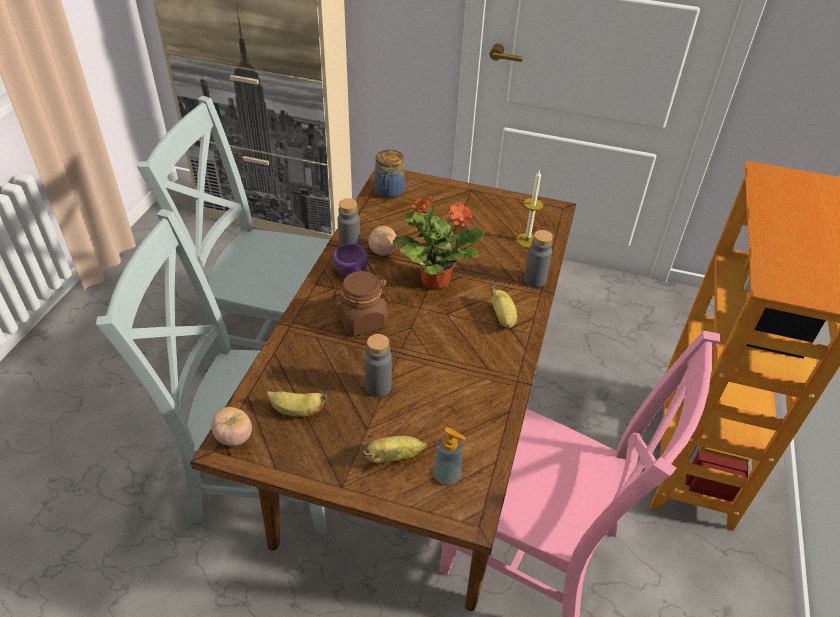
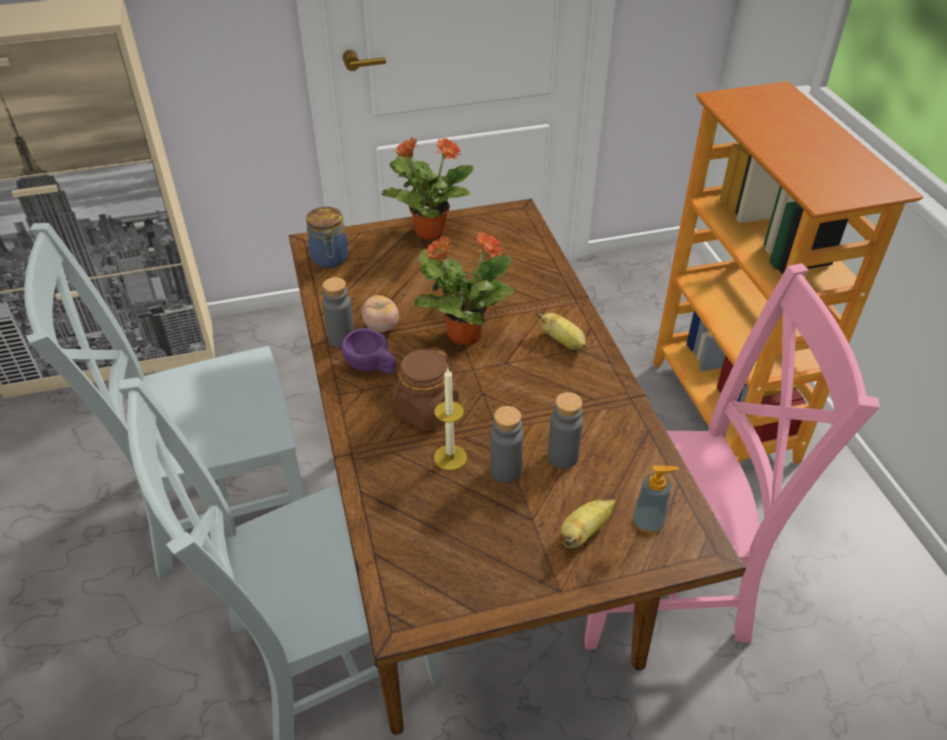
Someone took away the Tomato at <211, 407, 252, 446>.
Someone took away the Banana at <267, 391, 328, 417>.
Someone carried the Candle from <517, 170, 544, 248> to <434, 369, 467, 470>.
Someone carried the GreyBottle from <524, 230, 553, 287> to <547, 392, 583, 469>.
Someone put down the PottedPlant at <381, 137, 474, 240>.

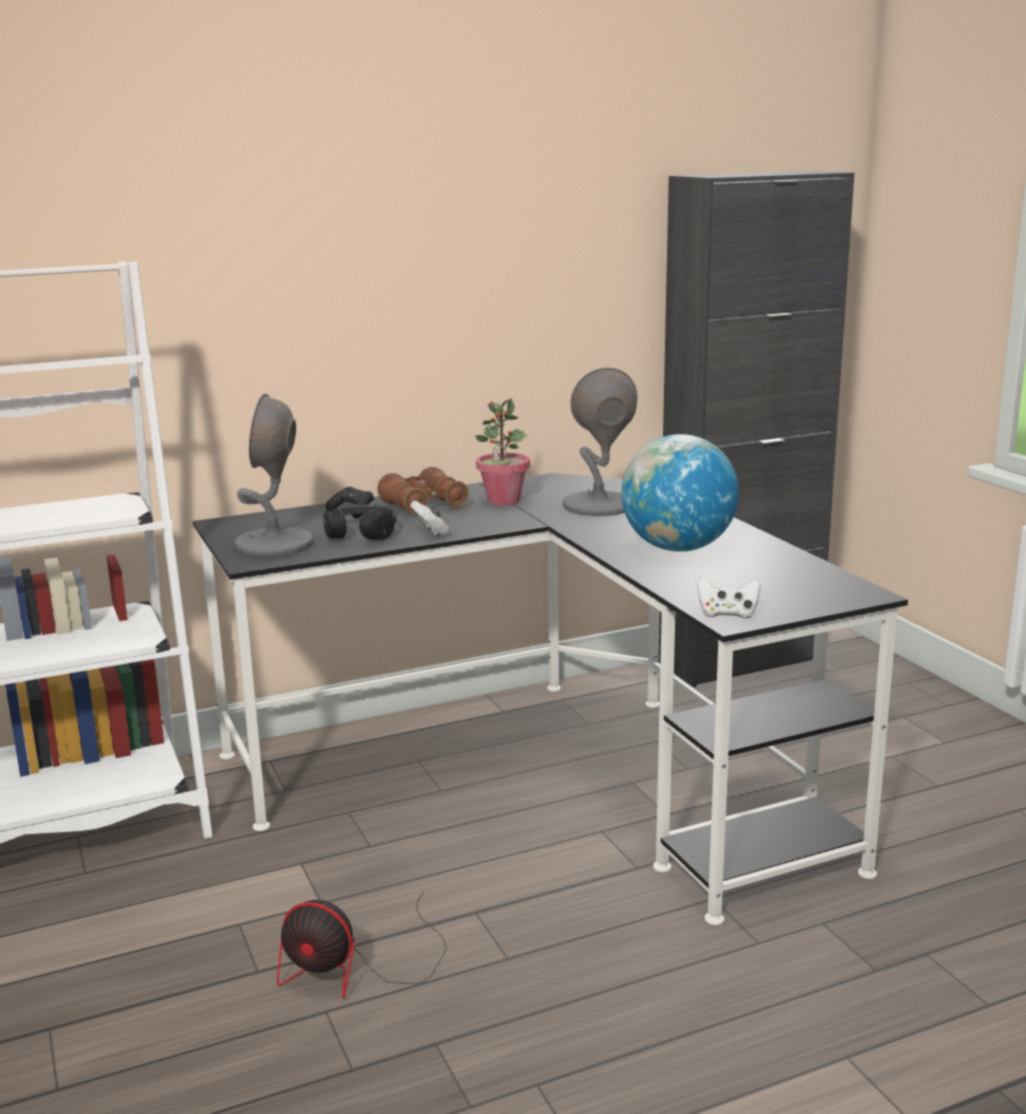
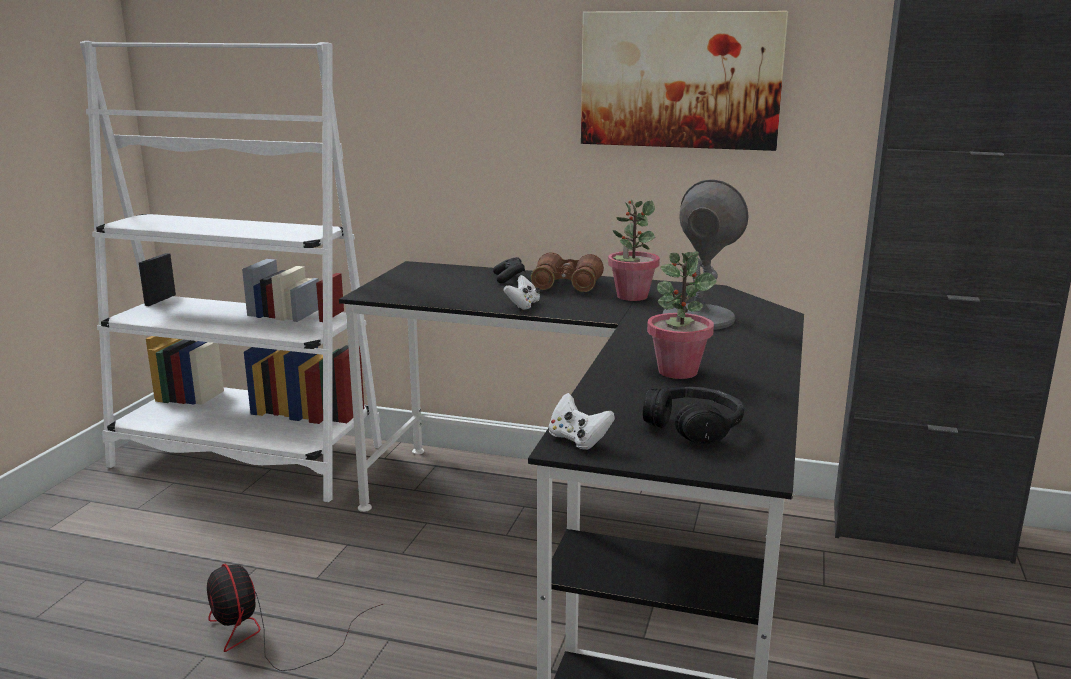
Someone took away the GreyTableLamp at <234, 394, 314, 557>.
Someone carried the BlackHeadphones from <323, 505, 397, 540> to <643, 387, 744, 446>.
Someone swapped the Globe at <621, 434, 739, 552> for the PottedPlant at <647, 251, 717, 379>.
Someone put up the Picture at <581, 11, 788, 151>.

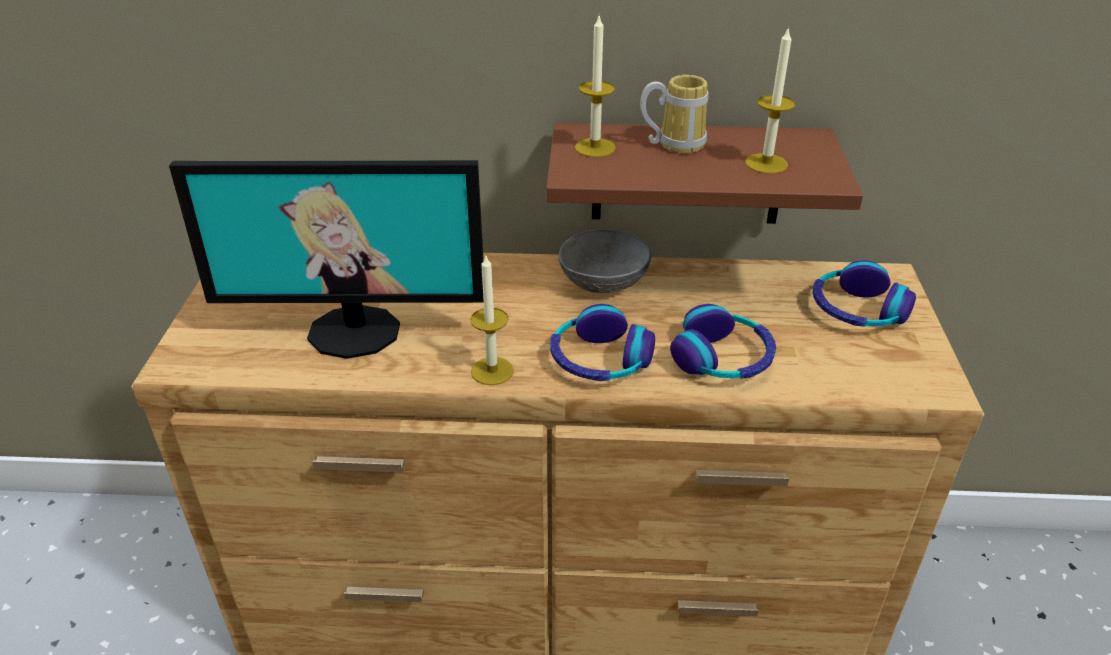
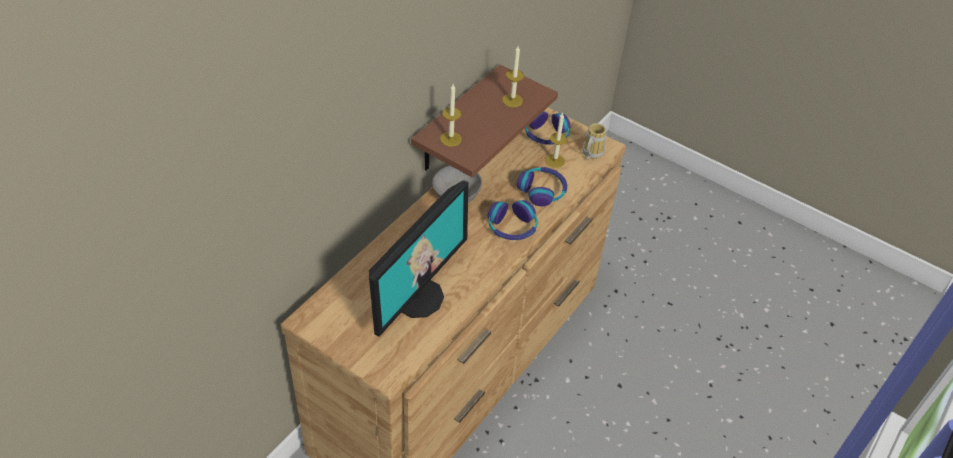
Someone carried the Candle from <470, 256, 514, 385> to <545, 112, 567, 168>.
Someone carried the Mug from <640, 75, 708, 153> to <582, 123, 606, 160>.

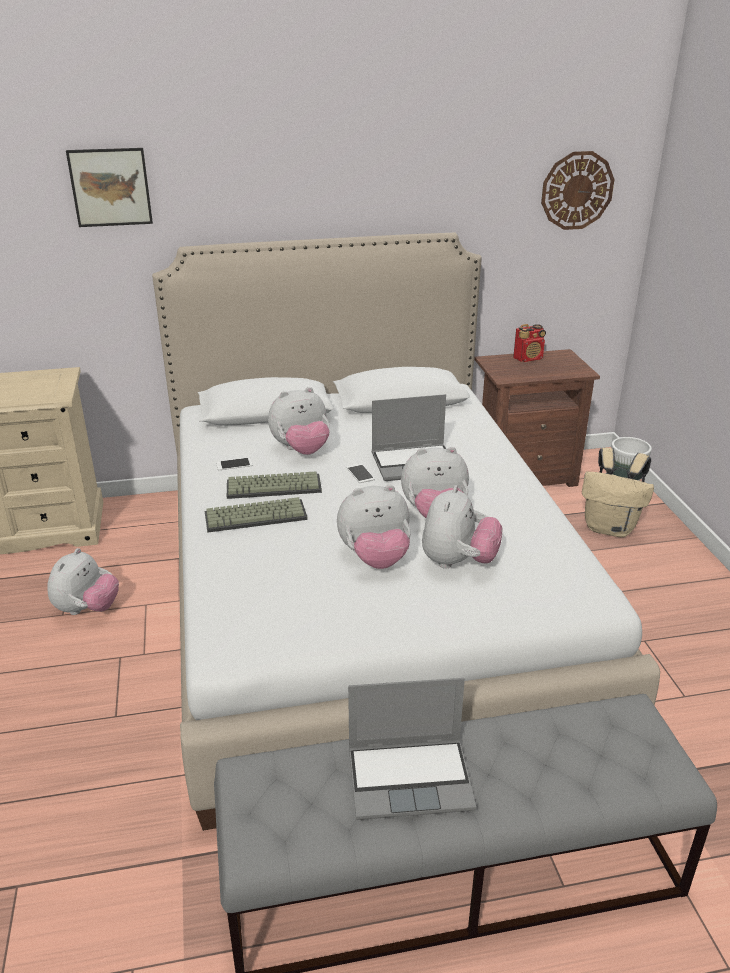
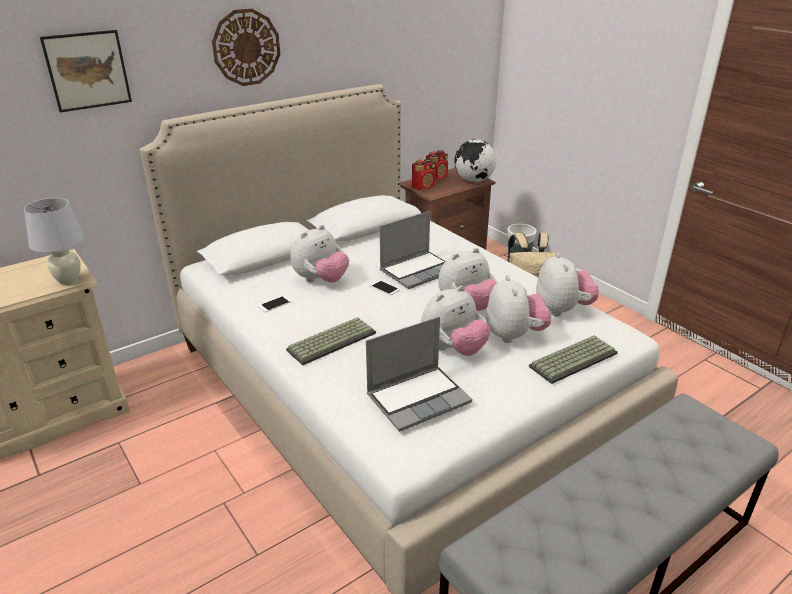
Someone carried the PlushToy from <47, 548, 119, 615> to <536, 252, 599, 317>.
Someone carried the Keyboard from <227, 471, 322, 499> to <529, 335, 618, 384>.
Someone carried the Laptop from <348, 678, 476, 820> to <366, 317, 472, 432>.
Someone carried the WallClock from <541, 151, 615, 230> to <212, 9, 280, 86>.
Someone put down the WhiteTableLamp at <24, 198, 84, 286>.
Someone put down the Radio at <412, 159, 436, 190>.
Someone put down the Globe at <454, 139, 496, 182>.

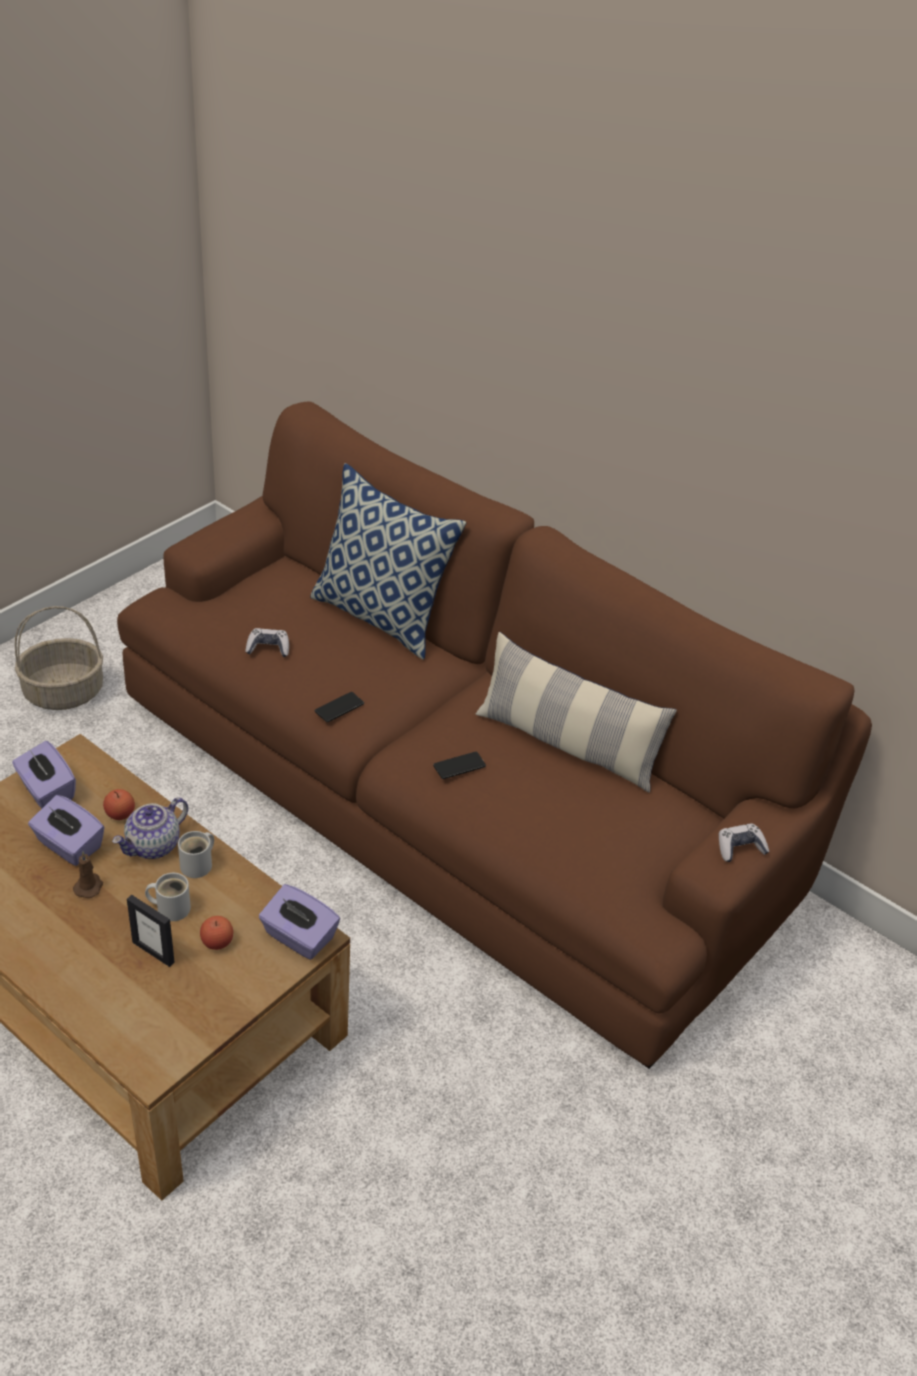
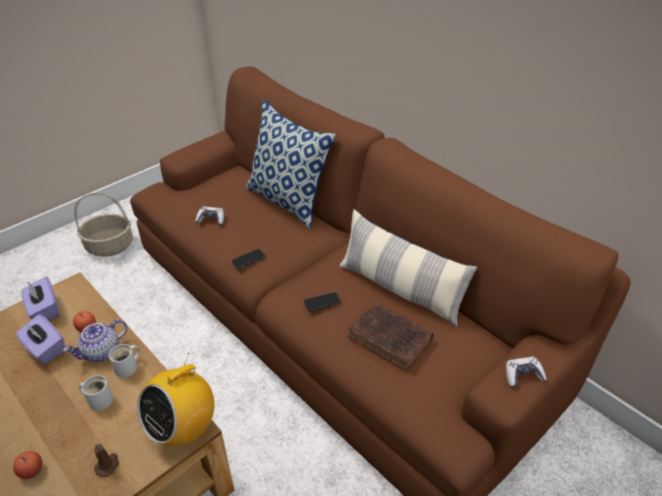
Someone carried the BrownCandle from <73, 852, 103, 898> to <94, 443, 119, 477>.
Someone took away the PictureFrame at <127, 895, 175, 967>.
Someone carried the Apple from <200, 916, 233, 950> to <13, 451, 42, 479>.
Someone swapped the PurpleTissueBox at <259, 884, 340, 960> for the Radio at <137, 353, 214, 446>.
Someone put down the BrownBook at <348, 302, 433, 371>.

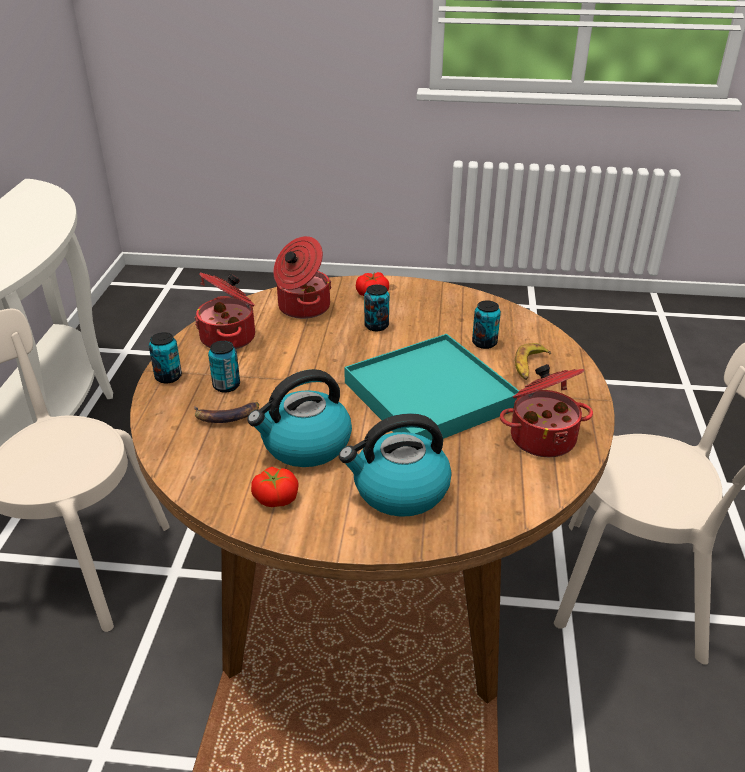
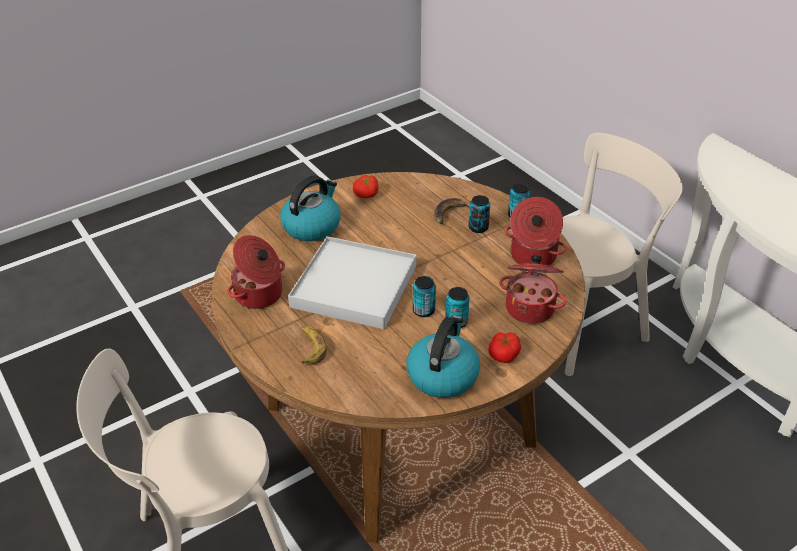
Someone carried the Kettle from <247, 369, 352, 467> to <406, 315, 480, 398>.
Someone repainted the TurquoiseTray at <344, 334, 519, 441>, which became the WhiteTray at <288, 236, 416, 329>.
Someone carried the Can from <472, 300, 501, 349> to <413, 276, 436, 317>.

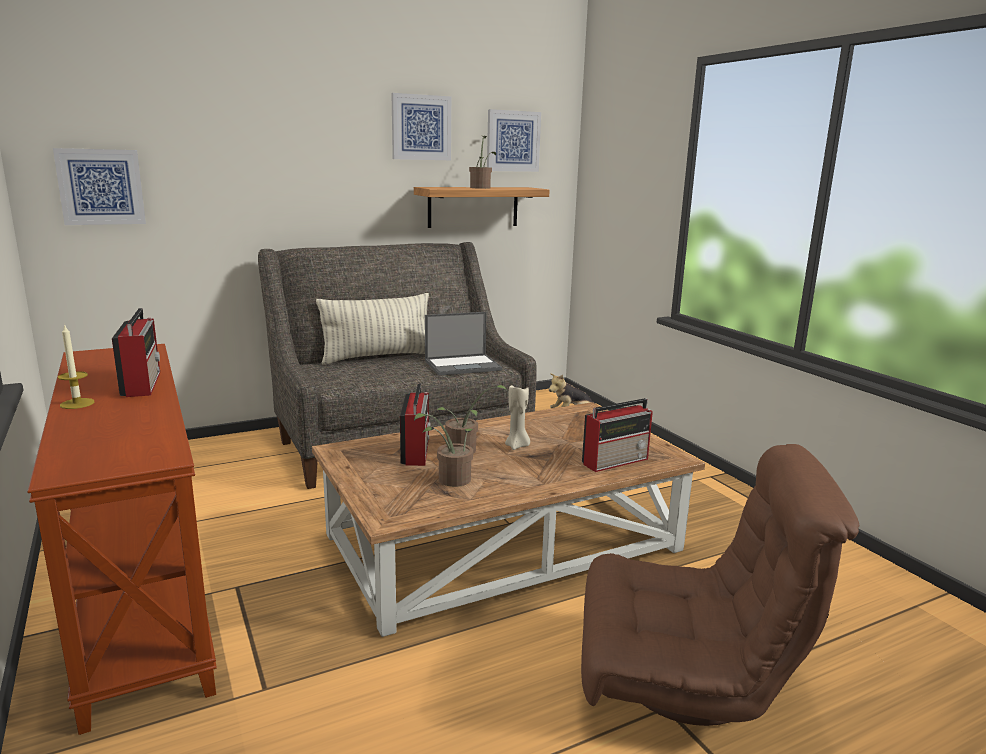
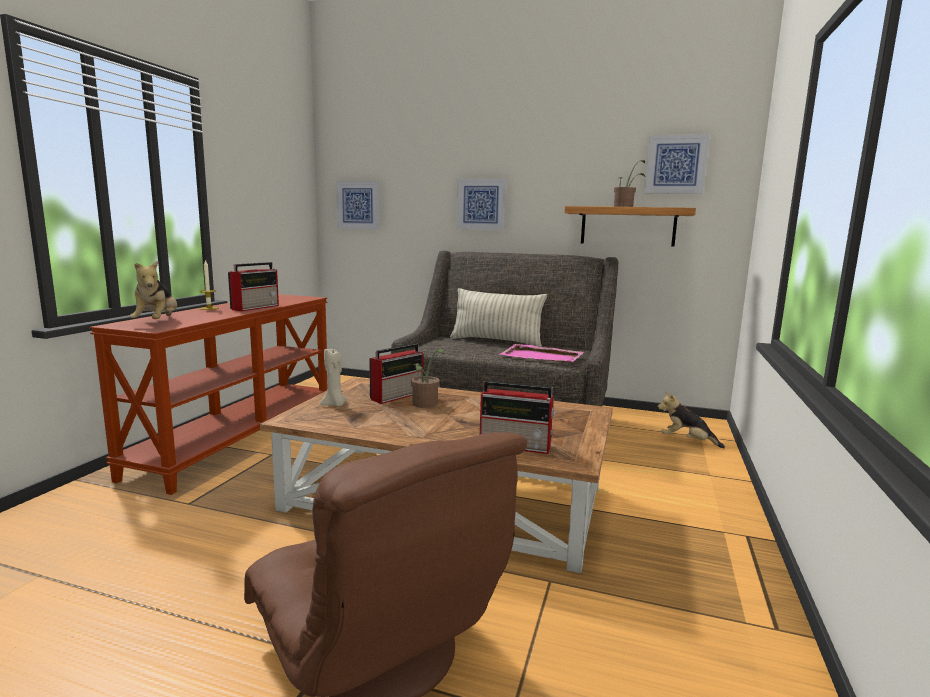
Someone carried the Picture from <391, 93, 451, 160> to <456, 179, 506, 230>.
Someone took away the PottedPlant at <414, 413, 473, 487>.
Someone swapped the Laptop at <425, 312, 502, 376> for the PinkTray at <500, 344, 584, 363>.
Someone carried the BeigeCandle from <505, 385, 530, 450> to <320, 349, 347, 406>.
Someone put down the PlushToy at <130, 260, 177, 319>.

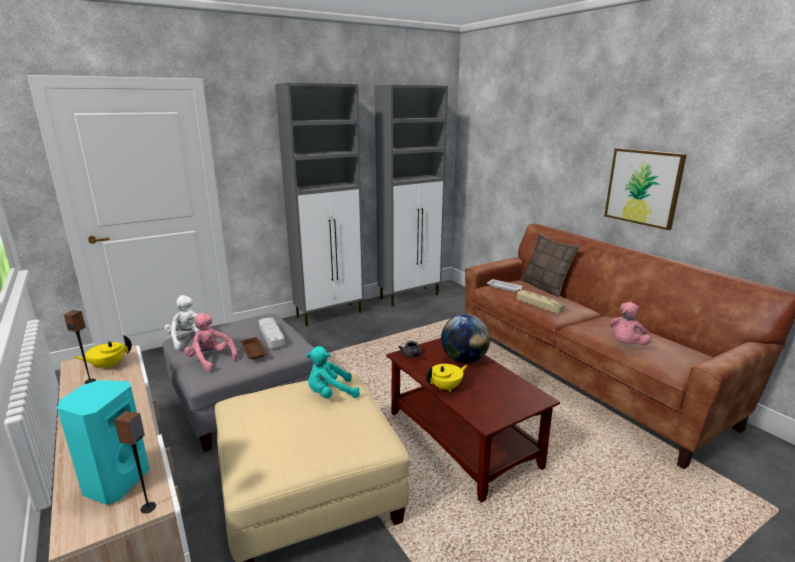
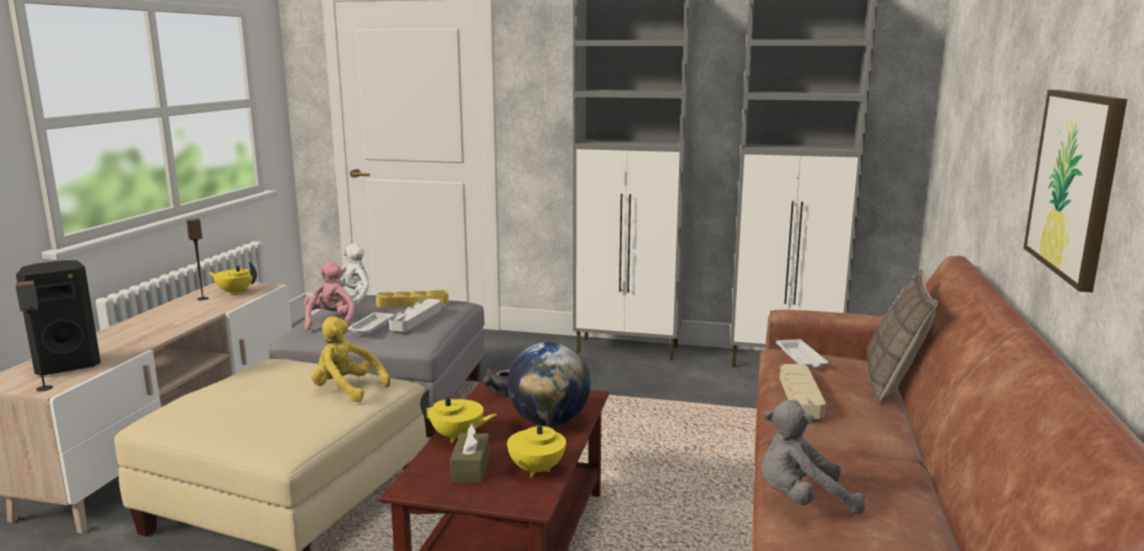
Someone repainted the TurquoiseSpeaker at <57, 380, 150, 505>, which became the BlackSpeaker at <16, 260, 101, 375>.
Someone repainted the BrownTray at <240, 337, 267, 359>, which became the WhiteTray at <348, 312, 394, 334>.
Someone repainted the TurquoisePlushToy at <306, 346, 360, 399>, which became the YellowPlushToy at <311, 316, 391, 402>.
Someone repainted the PinkPlushToy at <610, 302, 651, 345>, which became the GreyPlushToy at <761, 400, 865, 514>.
Someone put down the YellowTray at <376, 290, 449, 307>.
Someone put down the BrownTissueBox at <450, 423, 490, 483>.
Someone put down the YellowTeapot at <507, 409, 566, 477>.

